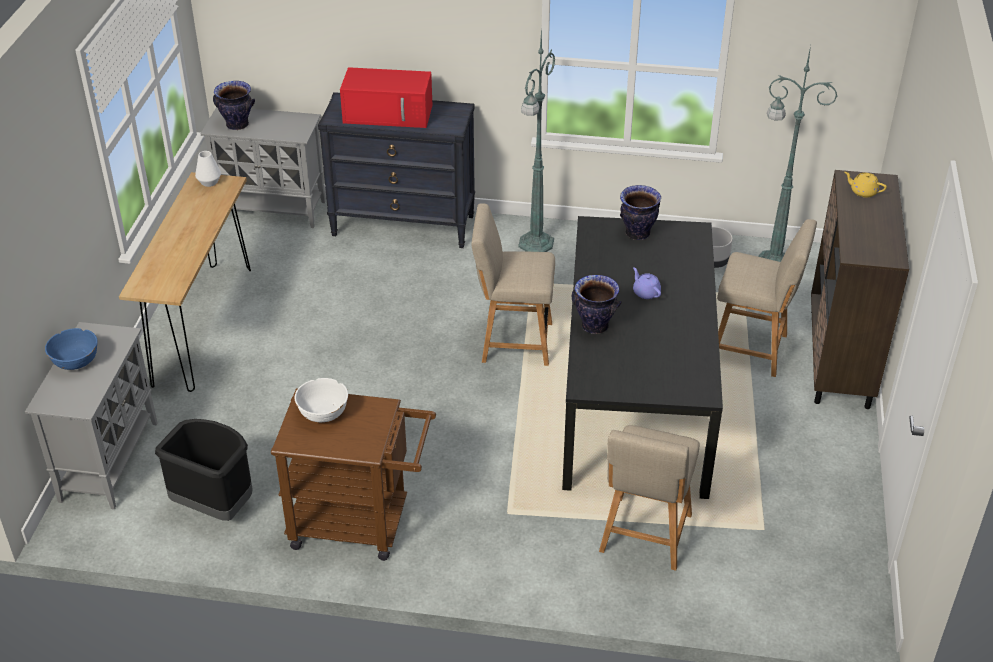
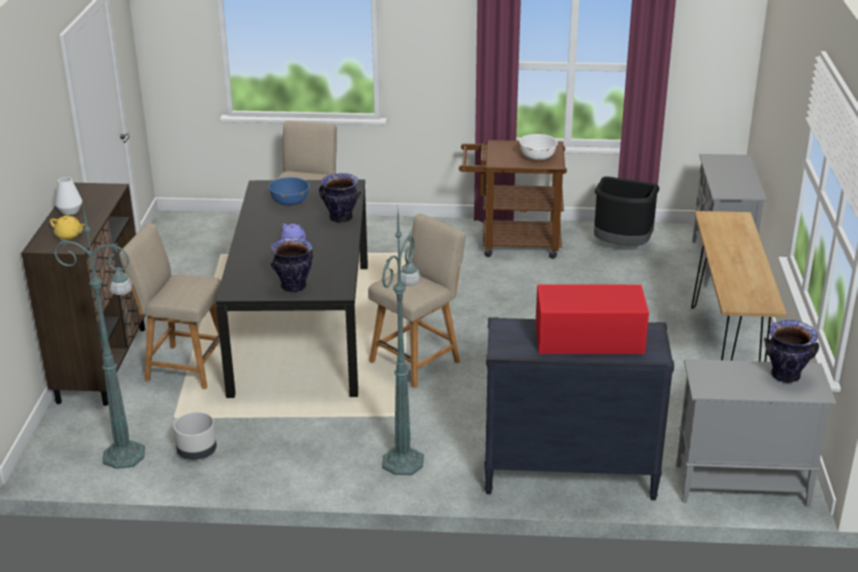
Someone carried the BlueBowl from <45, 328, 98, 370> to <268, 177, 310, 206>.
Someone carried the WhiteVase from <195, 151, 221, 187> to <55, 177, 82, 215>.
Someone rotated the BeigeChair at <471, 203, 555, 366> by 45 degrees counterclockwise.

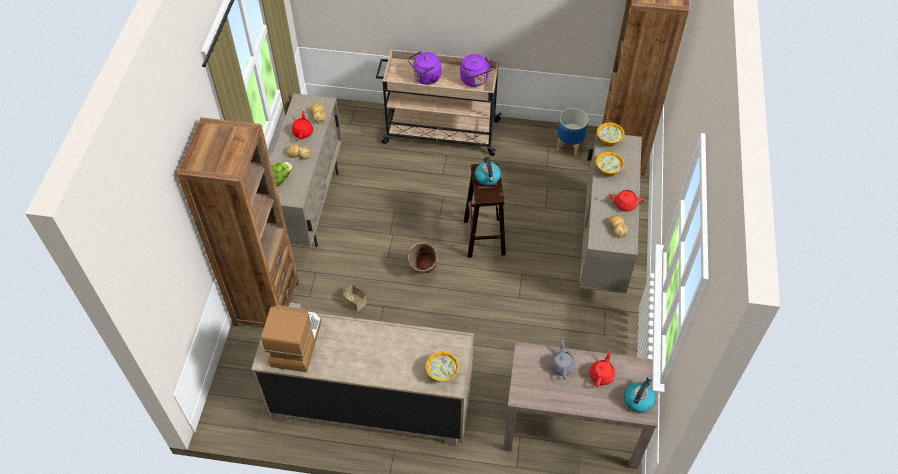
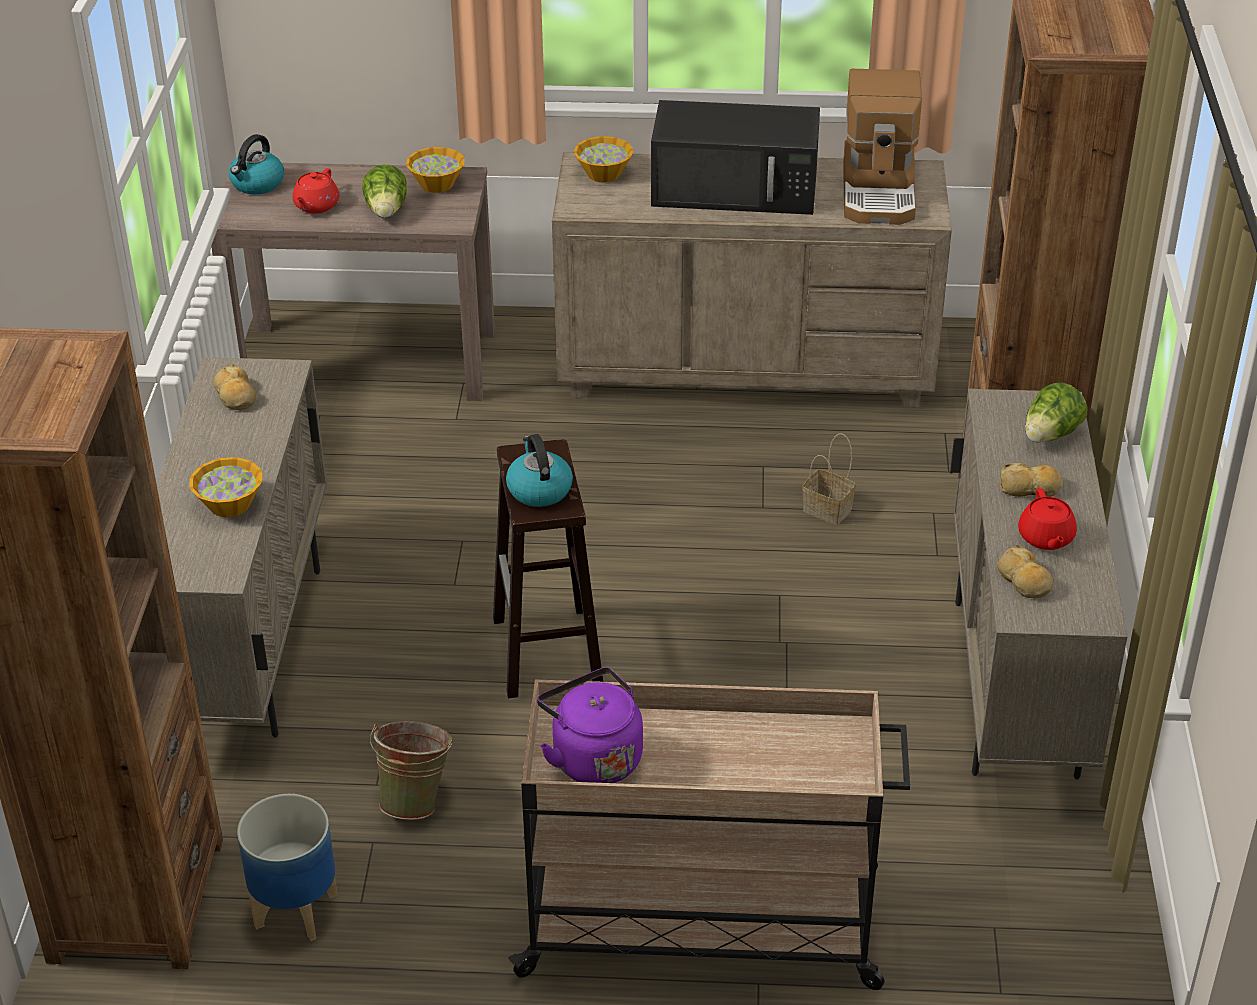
Someone took away the PurpleKettle at <408, 51, 441, 85>.
Someone carried the GreenBucket from <408, 242, 439, 273> to <370, 721, 453, 820>.
Someone swapped the GreyTeapot at <550, 340, 576, 379> for the Lettuce at <362, 164, 407, 218>.
Someone carried the Bowl from <597, 122, 625, 147> to <406, 147, 465, 193>.
Someone took away the RedTeapot at <608, 190, 644, 212>.
Someone put down the BlackMicrowave at <651, 100, 820, 215>.

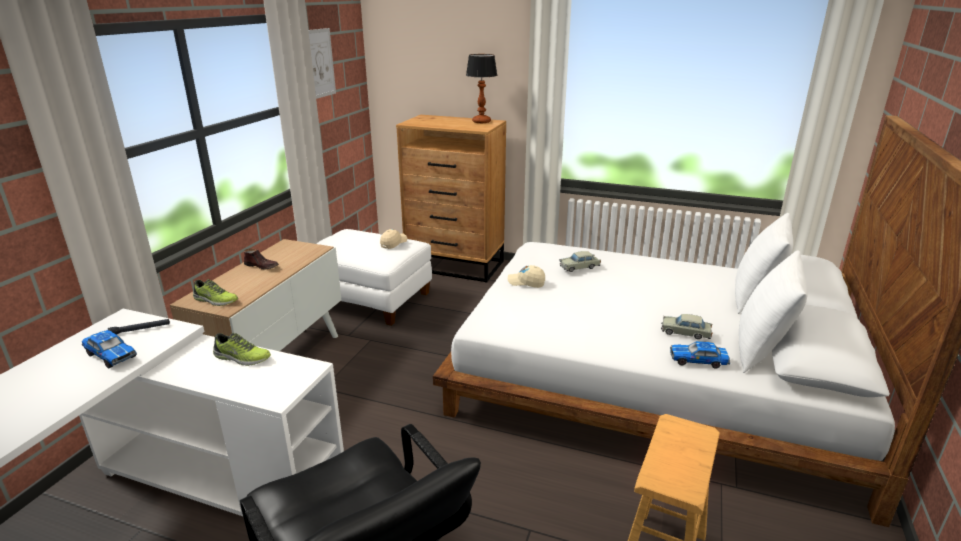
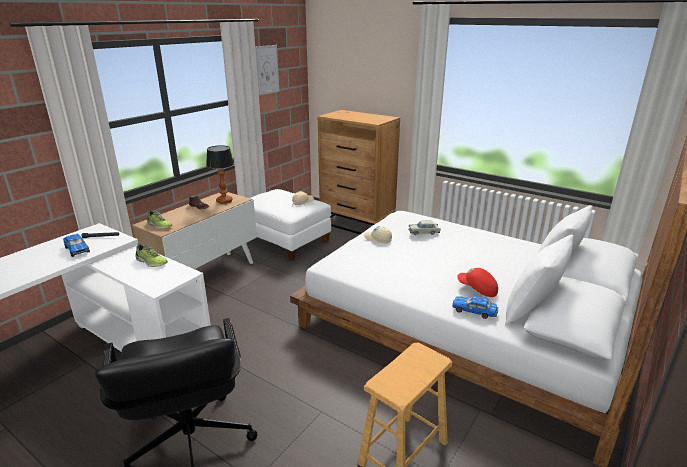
Someone carried the TableLamp from <466, 54, 497, 123> to <206, 145, 234, 204>.
Someone swapped the BeigeToyCar at <661, 314, 713, 339> for the RedCap at <457, 268, 498, 297>.

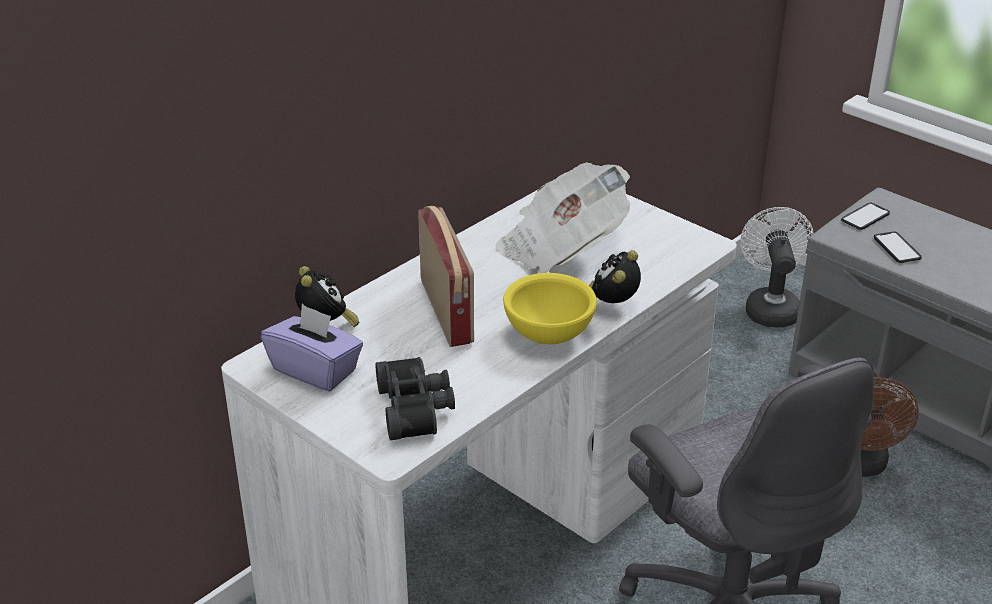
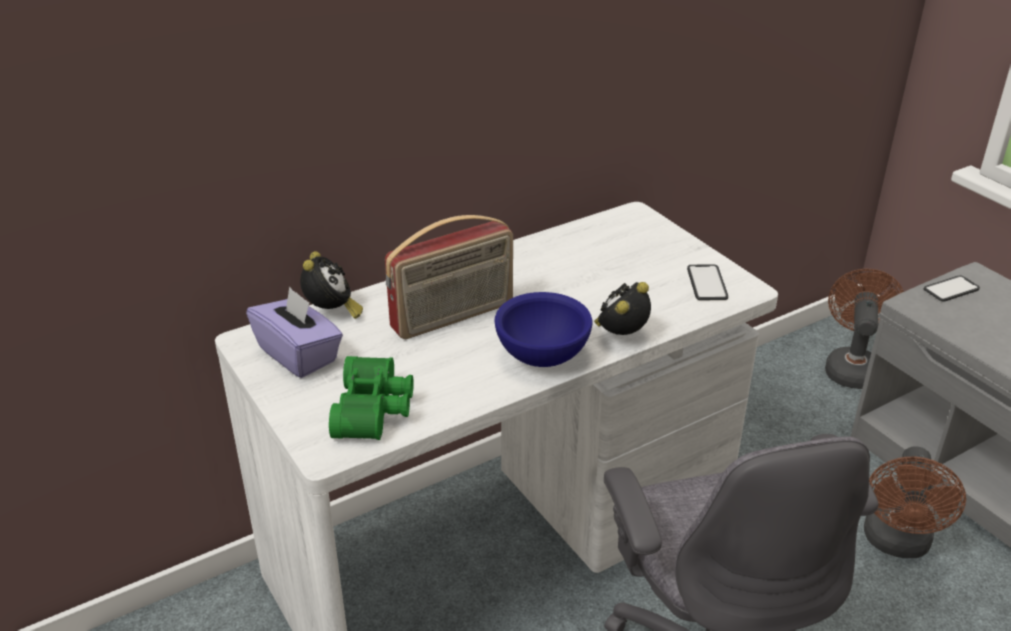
Someone repainted the BlackBinoculars at <376, 357, 455, 440>, which became the GreenBinoculars at <329, 356, 414, 440>.
Someone rotated the Radio at <418, 206, 474, 347> by 60 degrees clockwise.
Someone took away the Newspaper at <496, 162, 630, 273>.
Someone repainted the YellowBowl at <503, 273, 597, 344>, which became the BlueBowl at <494, 292, 593, 367>.
Someone repainted the WhiteFan at <740, 207, 814, 327>, which became the BrownFan at <825, 269, 904, 389>.
Someone carried the Phone from <874, 231, 922, 263> to <687, 264, 728, 300>.

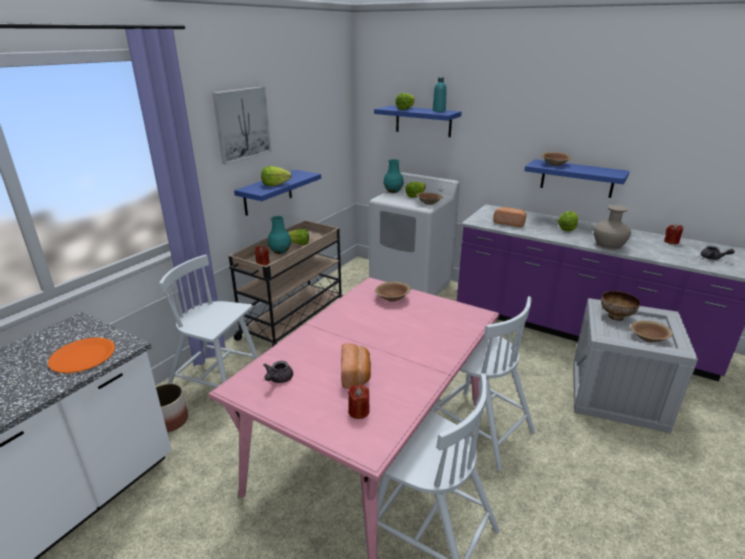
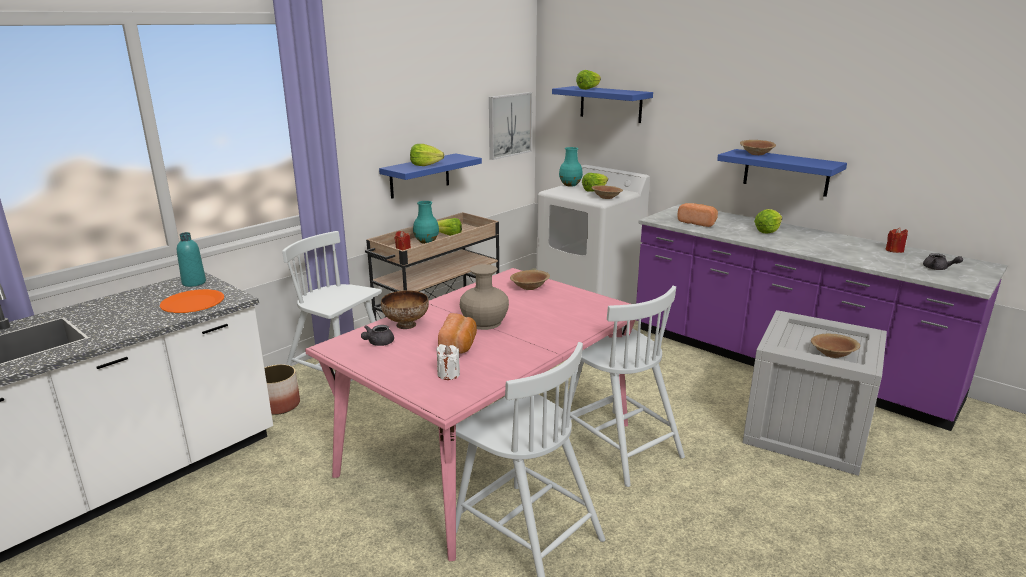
Someone carried the Picture from <212, 87, 271, 164> to <489, 92, 532, 160>.
Someone repainted the RedCandle at <348, 385, 370, 419>, which became the WhiteCandle at <436, 344, 460, 380>.
Someone carried the TurquoiseBottle from <432, 77, 447, 112> to <177, 232, 206, 287>.
Someone carried the BeigeVase from <594, 205, 631, 250> to <460, 264, 509, 330>.
Someone carried the Bowl from <601, 291, 640, 321> to <381, 290, 429, 329>.

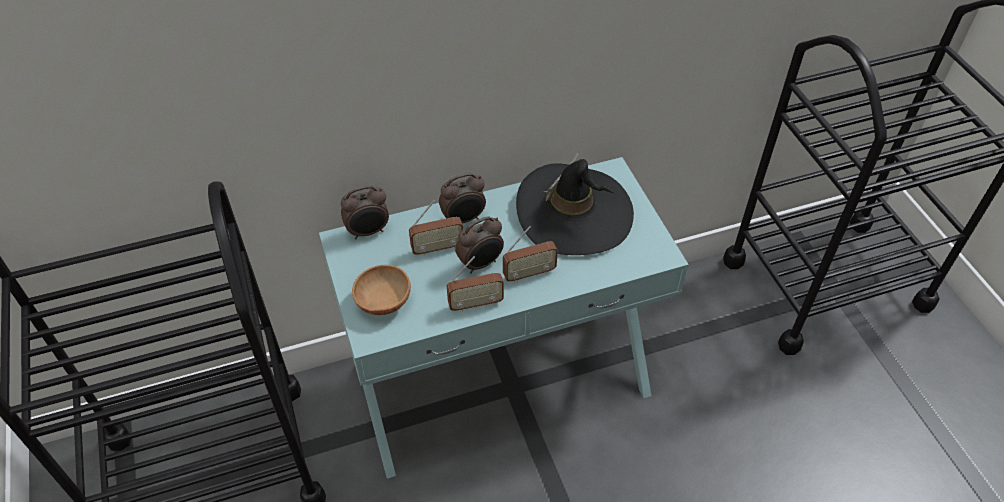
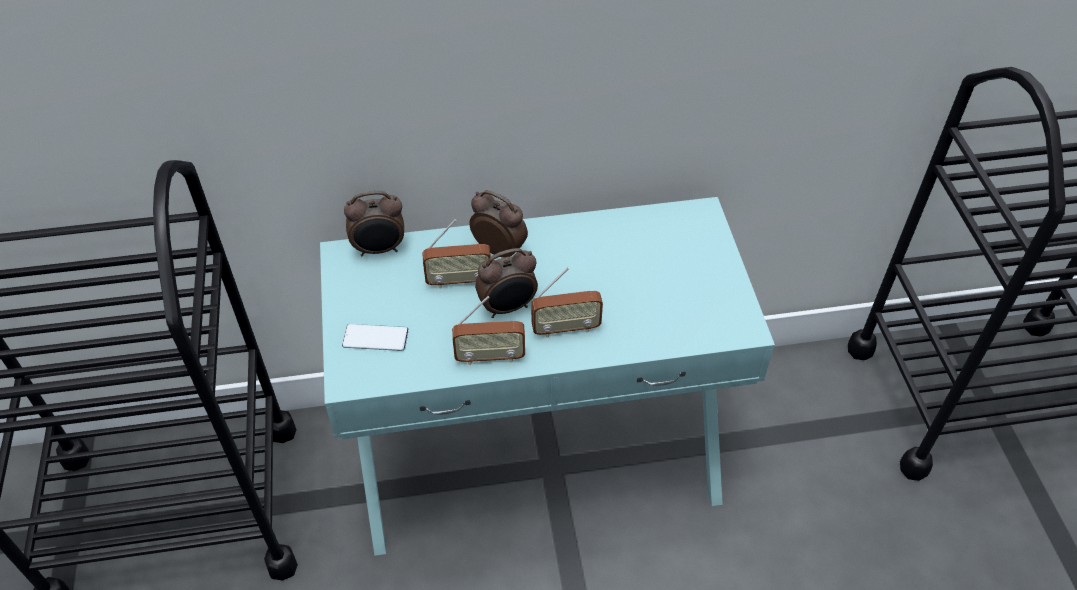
Someone swapped the BrownBowl at <352, 265, 411, 315> for the Phone at <342, 324, 409, 351>.
Someone rotated the AlarmClock at <439, 173, 486, 223> by 135 degrees counterclockwise.
Someone took away the BlackHat at <516, 153, 634, 255>.

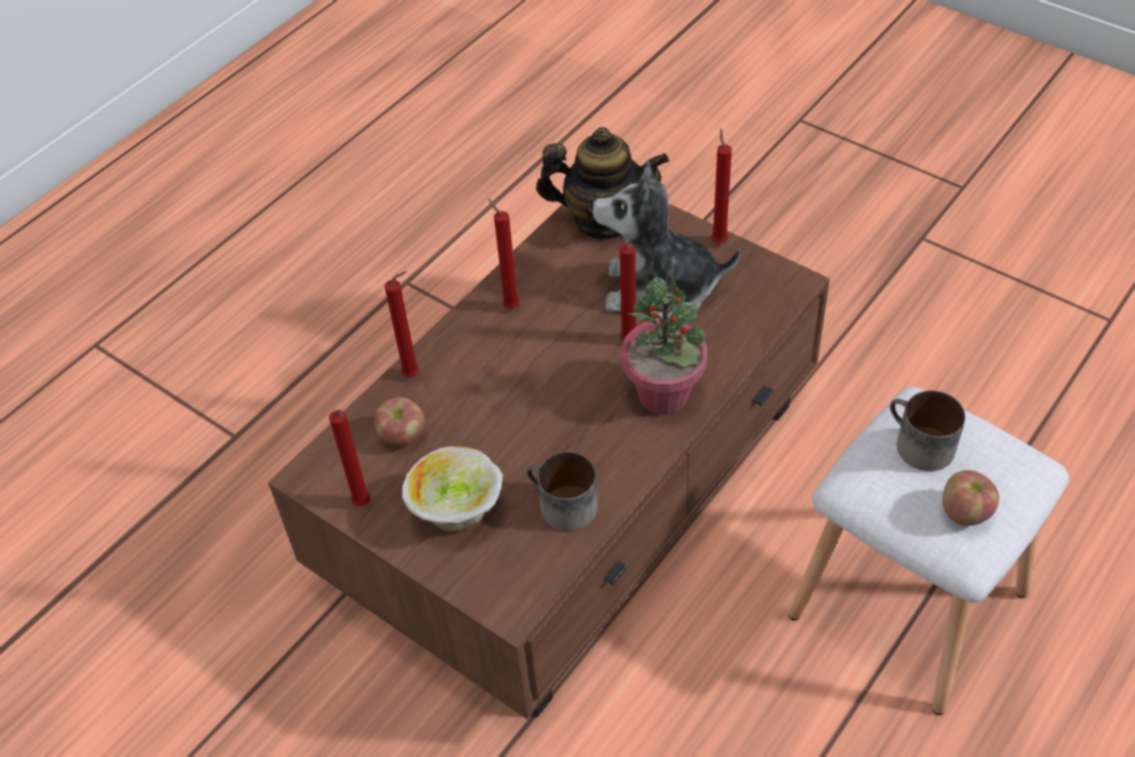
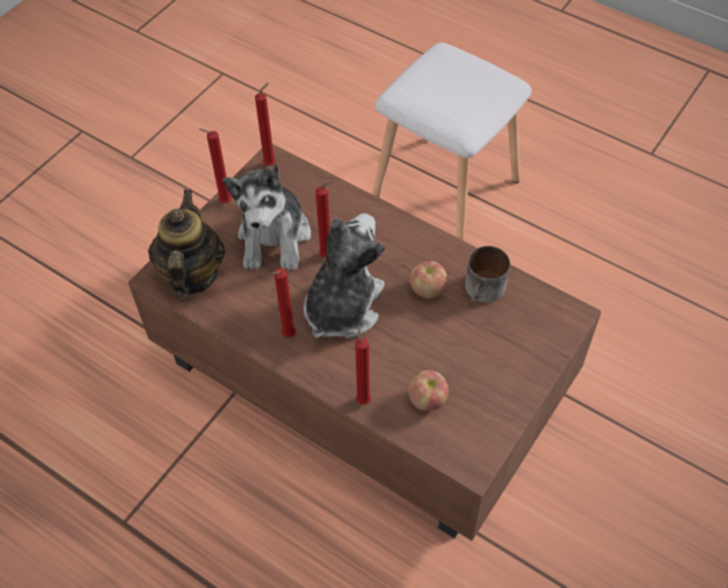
Someone carried the RedCandle from <329, 410, 371, 506> to <255, 83, 276, 166>.
Someone took away the Bowl at <402, 446, 503, 531>.
Someone took away the PottedPlant at <621, 275, 707, 414>.
Someone took away the Mug at <890, 391, 965, 471>.
Someone carried the Apple from <943, 470, 999, 526> to <410, 261, 448, 299>.
Someone put down the PlushToy at <303, 213, 385, 338>.

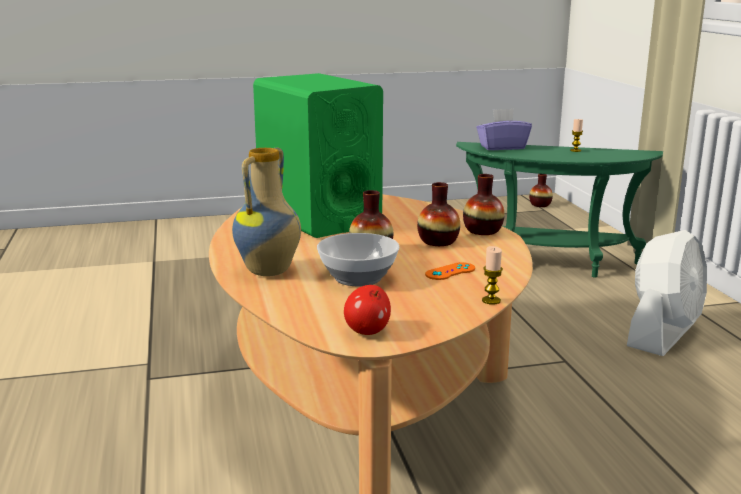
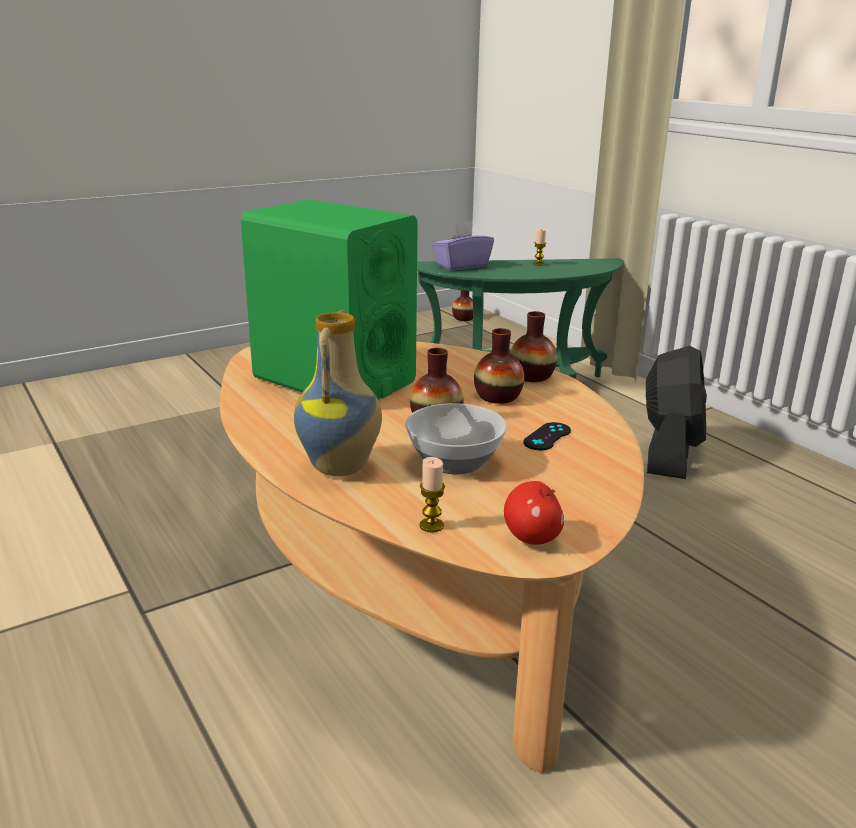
Someone repainted the OrangeGameController at <425, 262, 475, 280>, which became the BlackGameController at <523, 422, 571, 450>.
Someone carried the Candle from <482, 246, 503, 305> to <419, 457, 445, 532>.
Someone repainted the WhiteFan at <627, 230, 707, 356>, which became the BlackFan at <646, 346, 707, 479>.

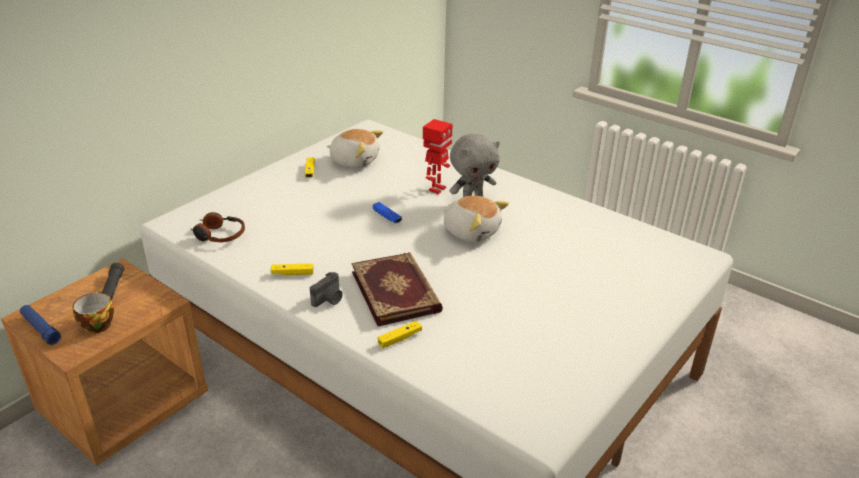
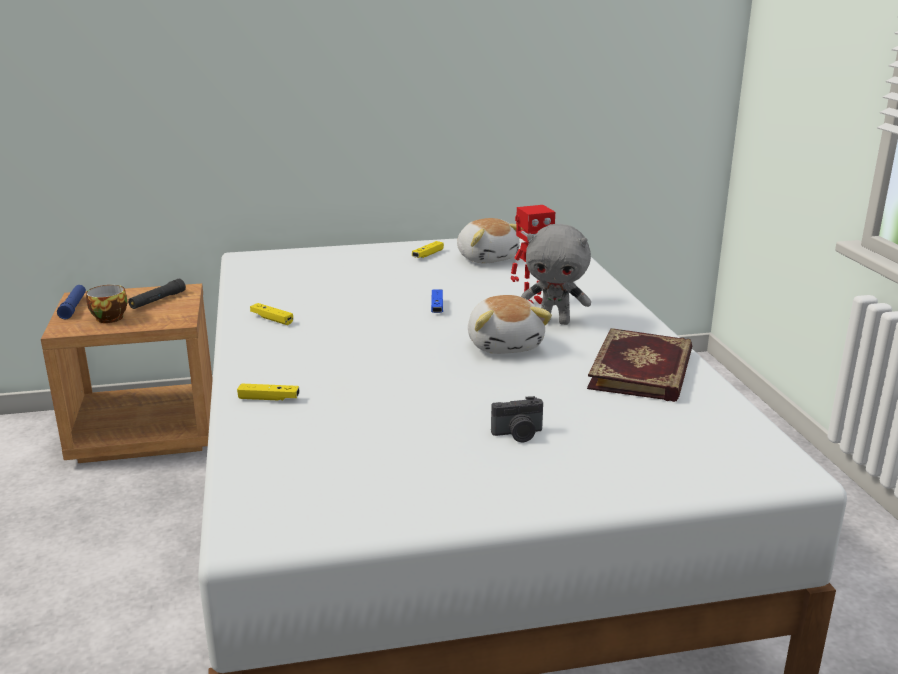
Someone took away the Headphones at <191, 212, 245, 242>.
Someone carried the PhotoCamera from <310, 272, 342, 307> to <491, 396, 543, 442>.
Someone carried the Book from <352, 252, 443, 326> to <587, 328, 692, 402>.

